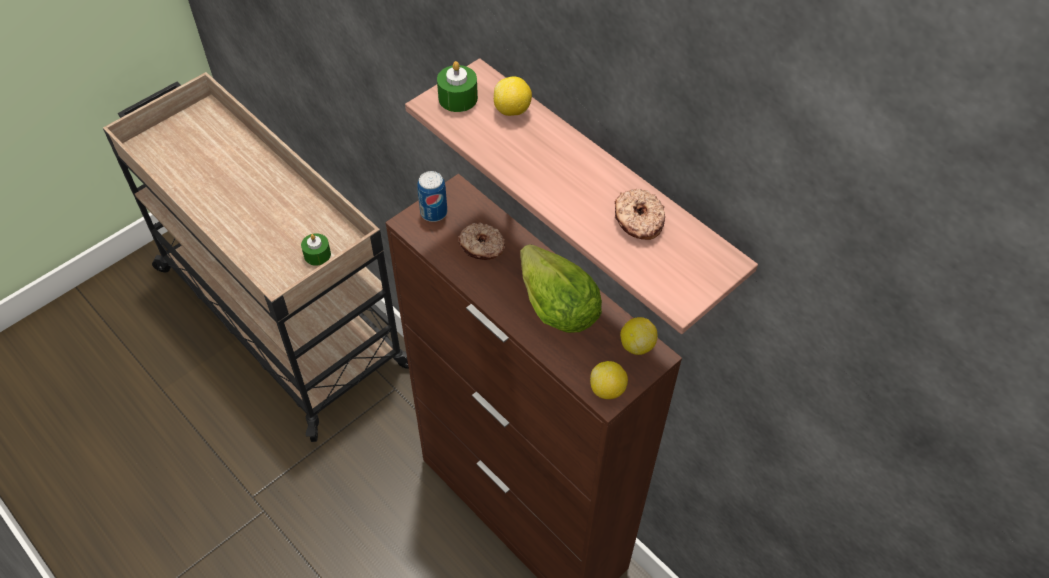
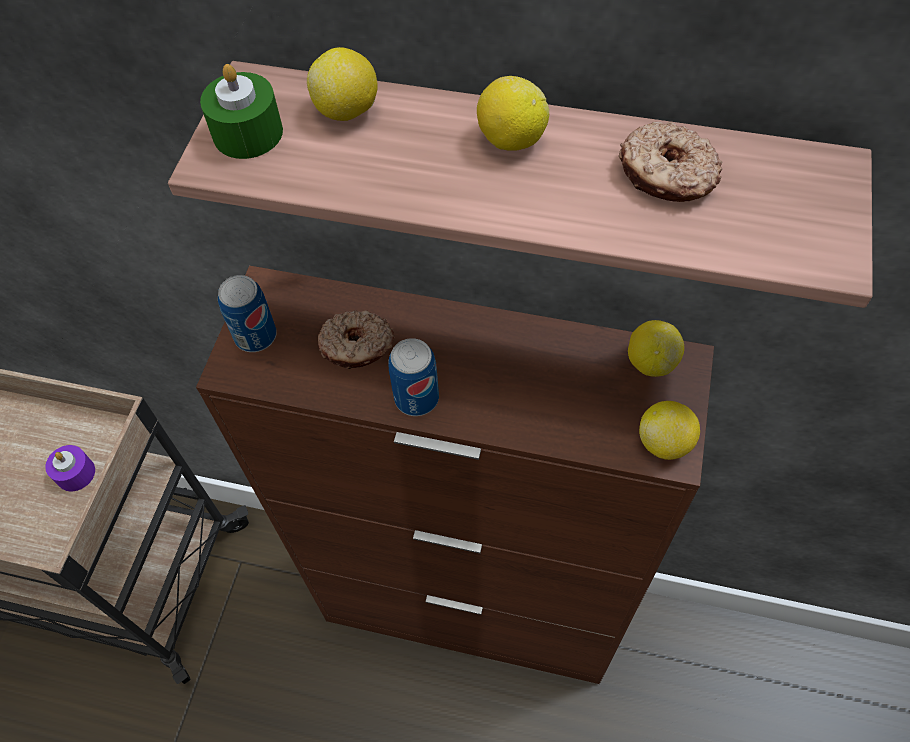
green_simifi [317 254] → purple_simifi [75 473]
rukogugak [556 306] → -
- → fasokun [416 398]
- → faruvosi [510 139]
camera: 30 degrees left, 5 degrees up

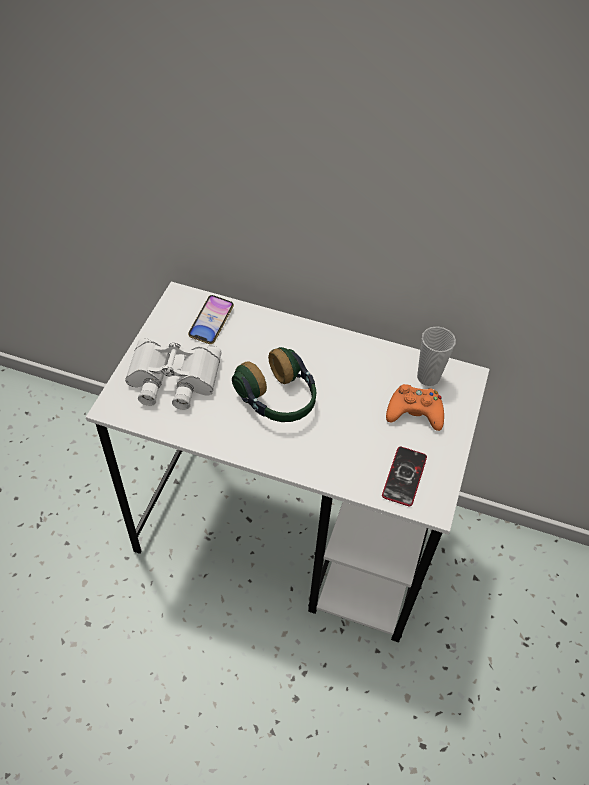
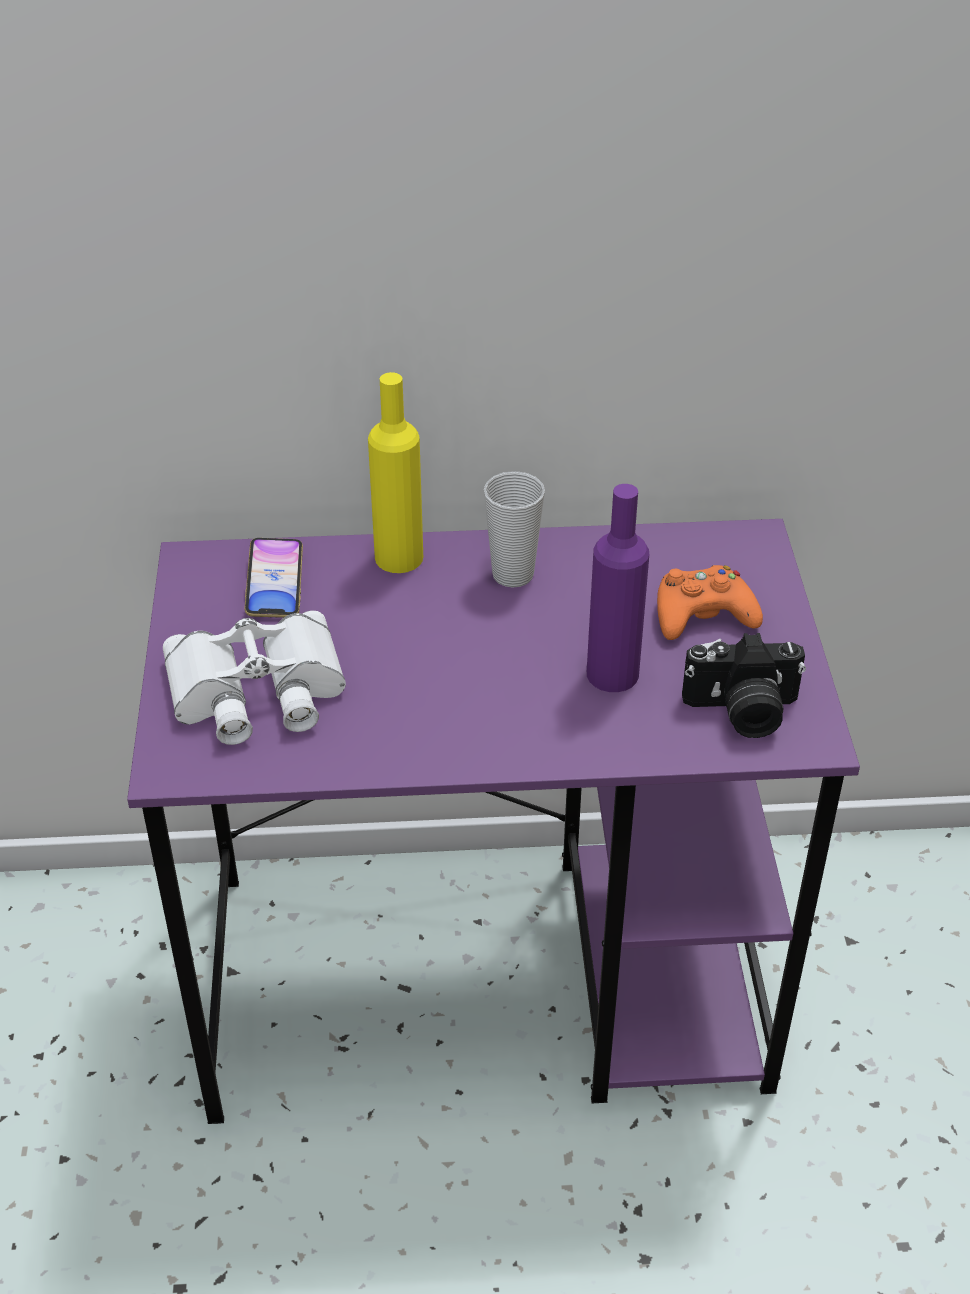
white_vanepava [289 531] → purple_vanepava [490 981]
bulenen [278 399] → -
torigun [404 476] → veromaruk [742 712]
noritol [428 377] → noritol [513 574], move
- → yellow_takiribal [399 557]
- → purple_takiribal [612 674]
camera: 20 degrees left, 10 degrees down

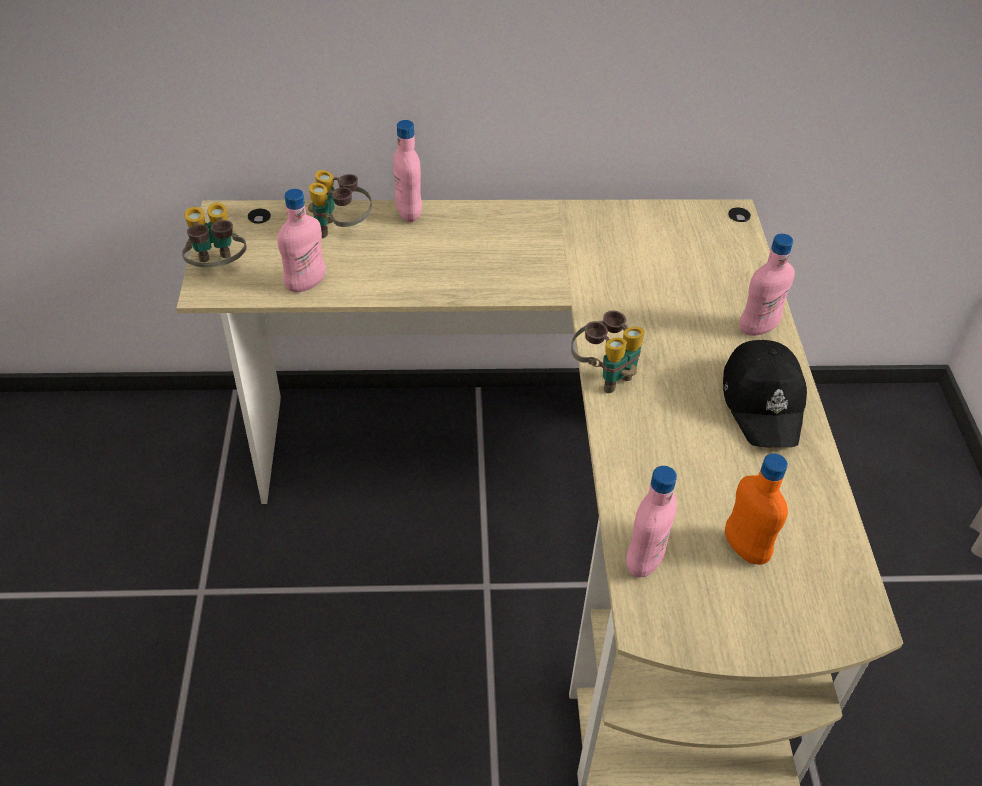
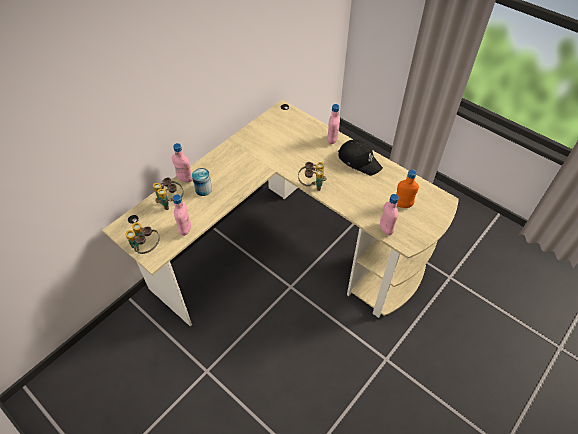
- → fasokun [203 189]
camera: 45 degrees left, 5 degrees up

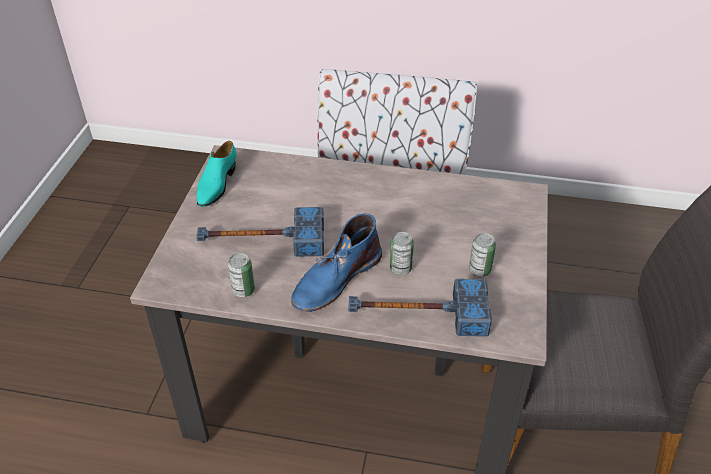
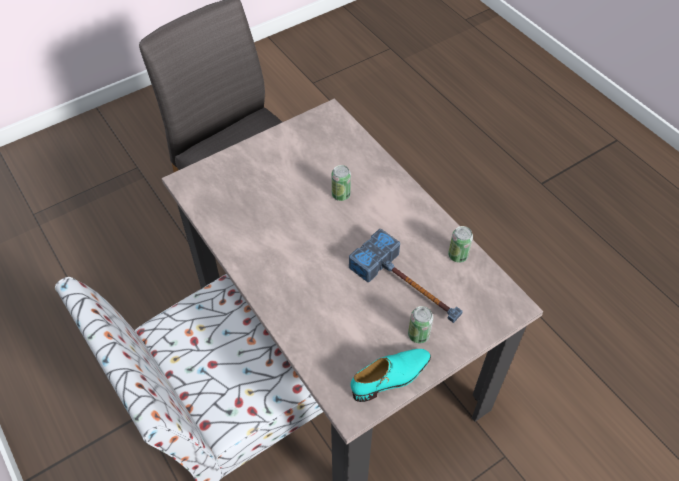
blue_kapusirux [336 279] → -
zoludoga [417 314] → -
fasokun [479 270] → fasokun [418 335], move
camera: 135 degrees left, 10 degrees up

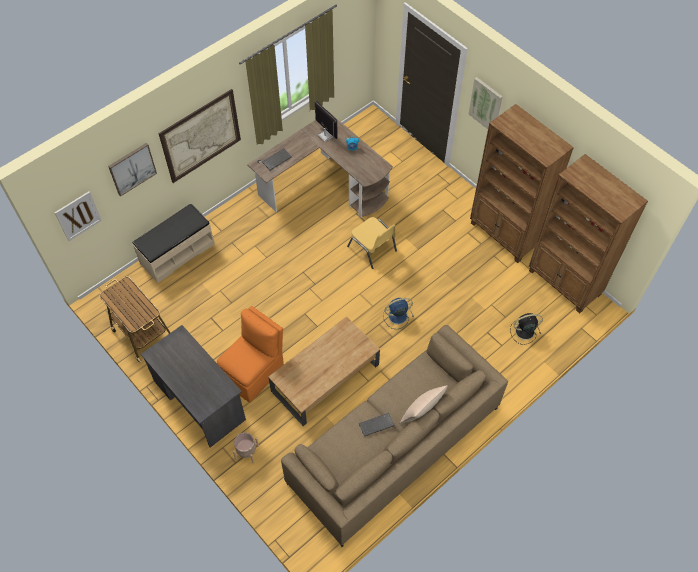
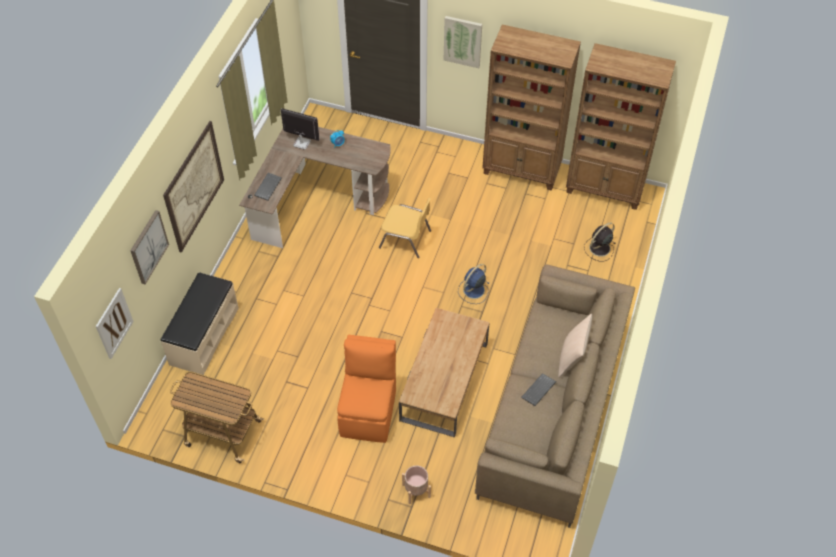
grey_vanepava [199 400] → -
camera: 30 degrees left, 5 degrees down

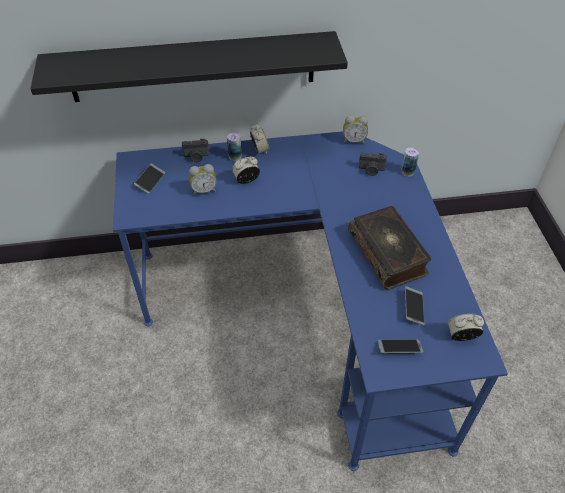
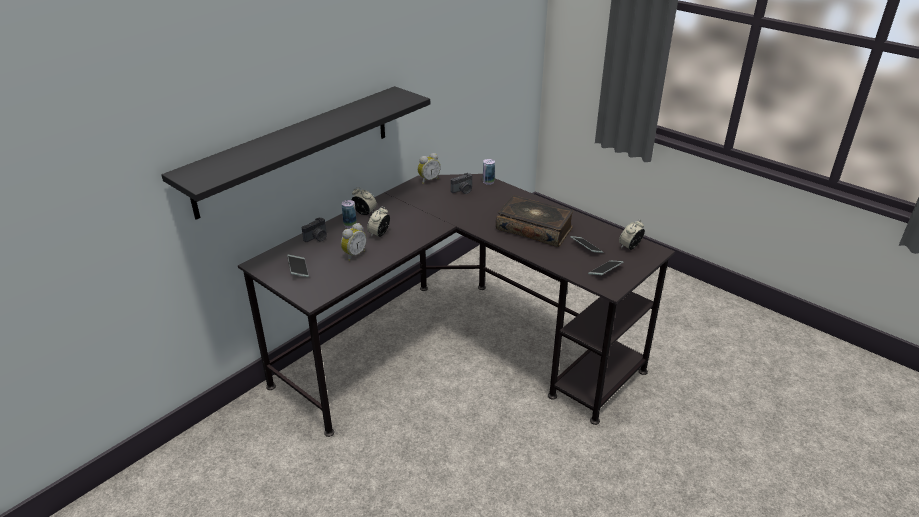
blue_vanepava [307 313] → black_vanepava [457 350]
camera: 40 degrees left, 15 degrees down

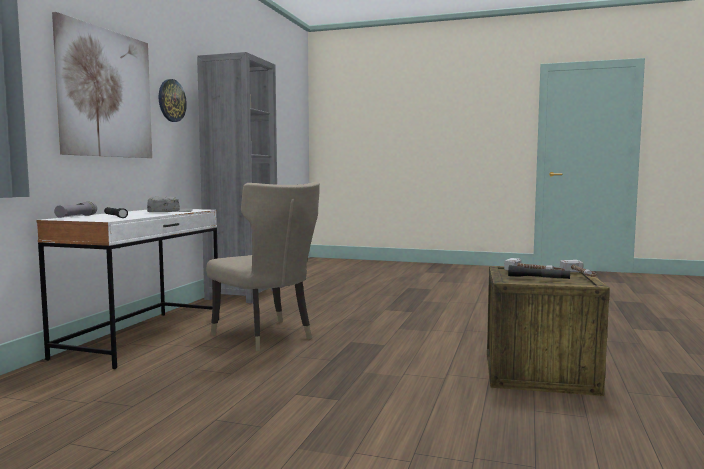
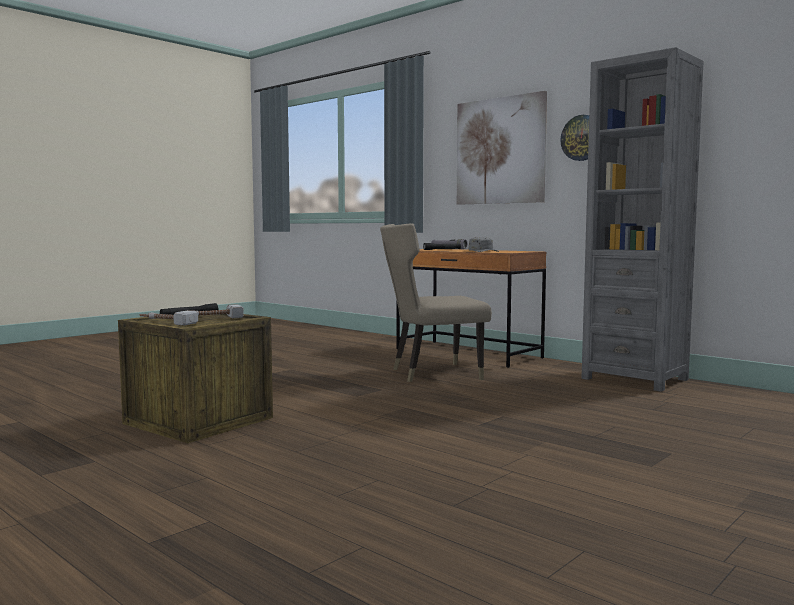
white_vanepava [143 338] → brown_vanepava [467 353]
camera: 115 degrees right, 0 degrees up

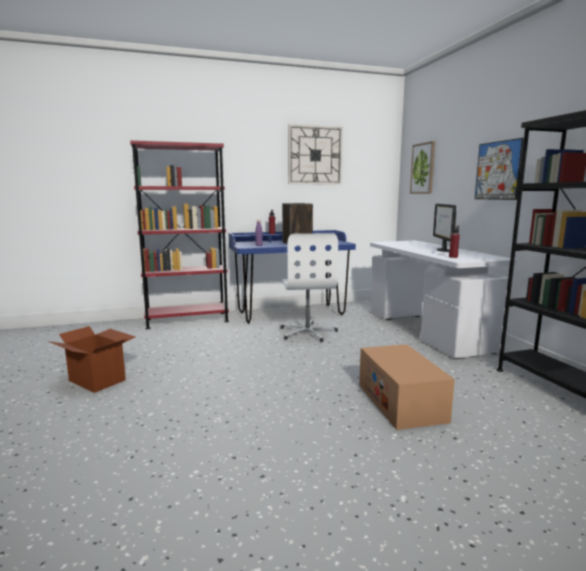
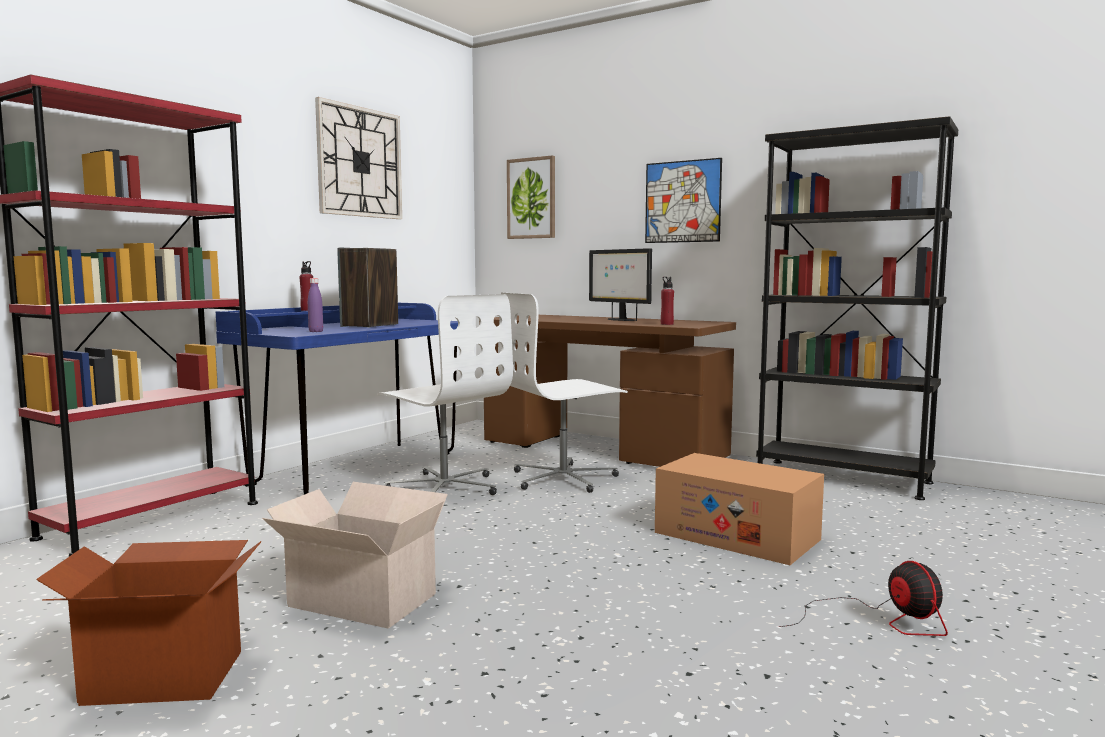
white_vanepava [427 330] → brown_vanepava [602 449]
- → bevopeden [360 599]
- → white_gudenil [564 478]
- → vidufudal [880 621]
camera: 40 degrees left, 5 degrees down

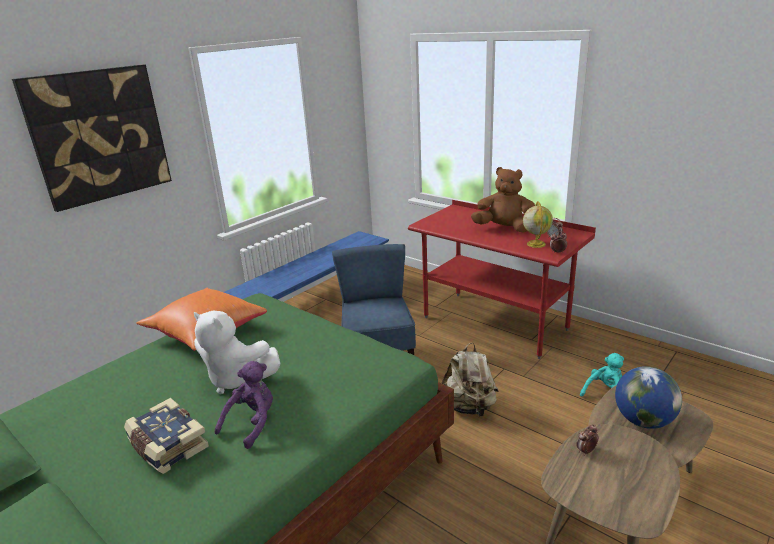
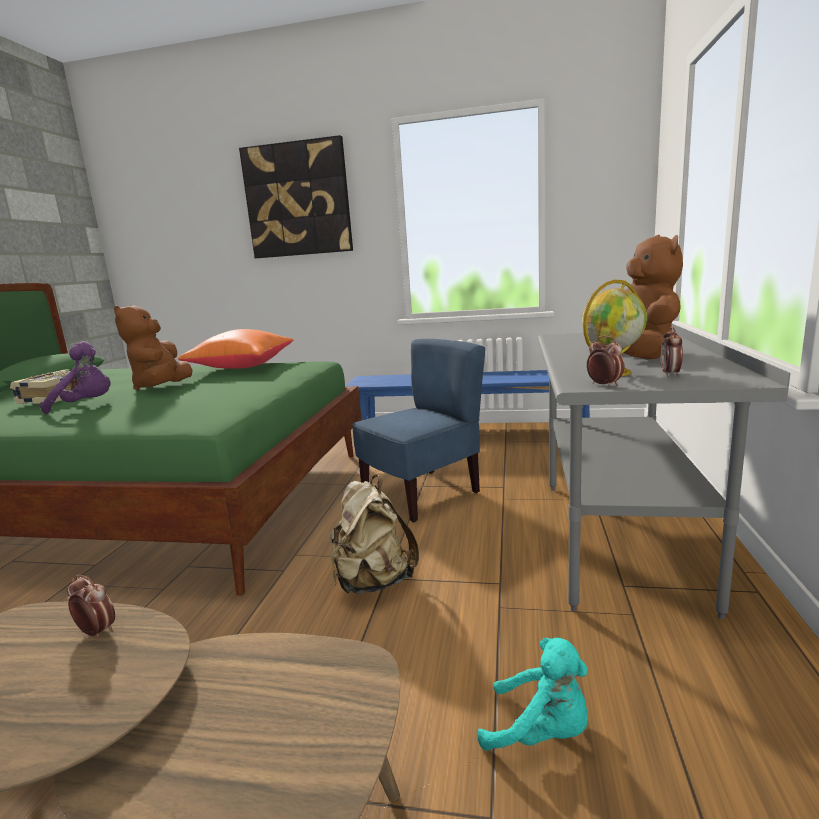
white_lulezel [236 379] → brown_lulezel [162 388]
red_vanepava [494 323] → grey_vanepava [618 539]
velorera [643 421] → -
camera: 60 degrees right, 10 degrees down

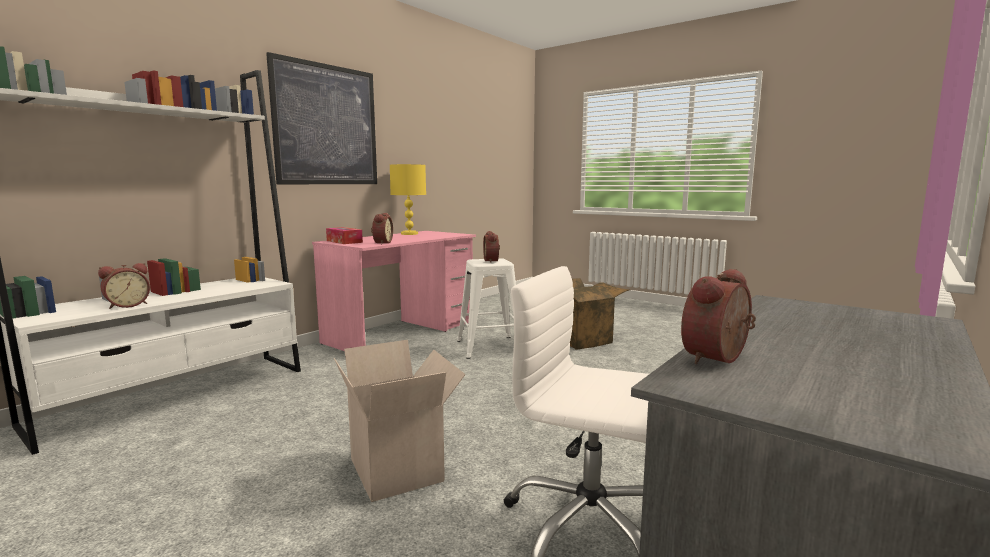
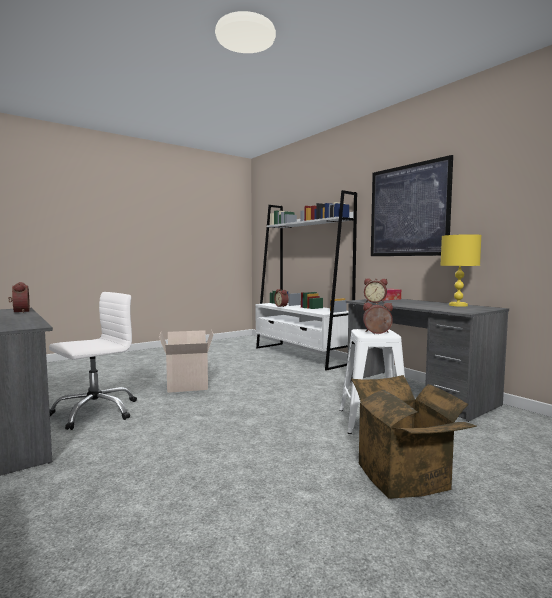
pink_vanepava [402 333] → grey_vanepava [418 393]
camera: 105 degrees right, 5 degrees down

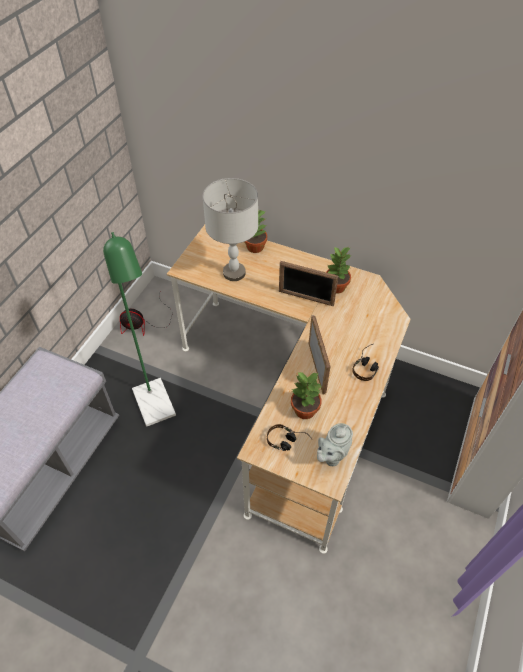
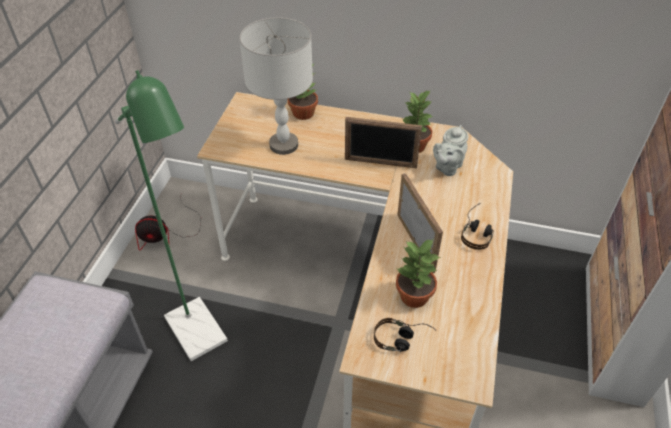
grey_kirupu [332 455] → grey_kirupu [447 167], move
camera: 10 degrees left, 5 degrees down

